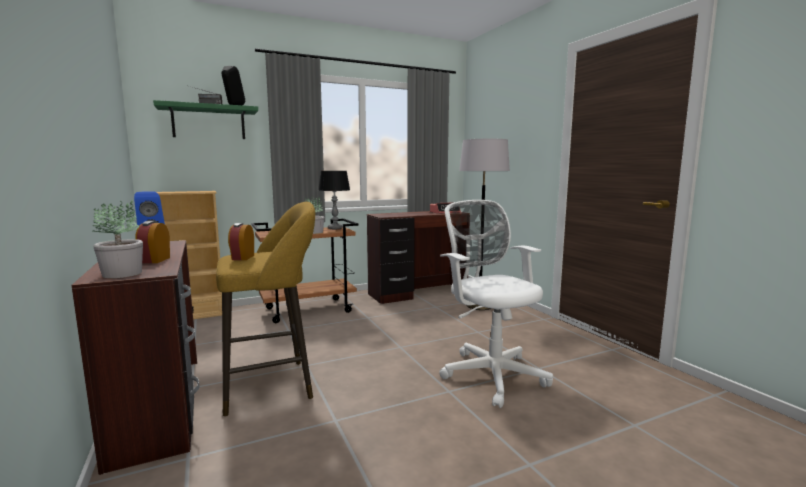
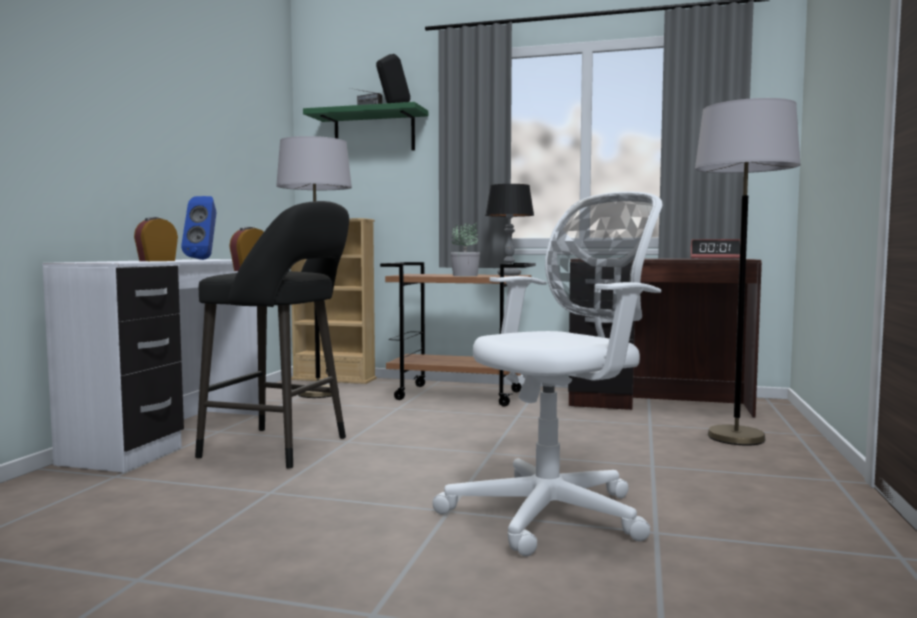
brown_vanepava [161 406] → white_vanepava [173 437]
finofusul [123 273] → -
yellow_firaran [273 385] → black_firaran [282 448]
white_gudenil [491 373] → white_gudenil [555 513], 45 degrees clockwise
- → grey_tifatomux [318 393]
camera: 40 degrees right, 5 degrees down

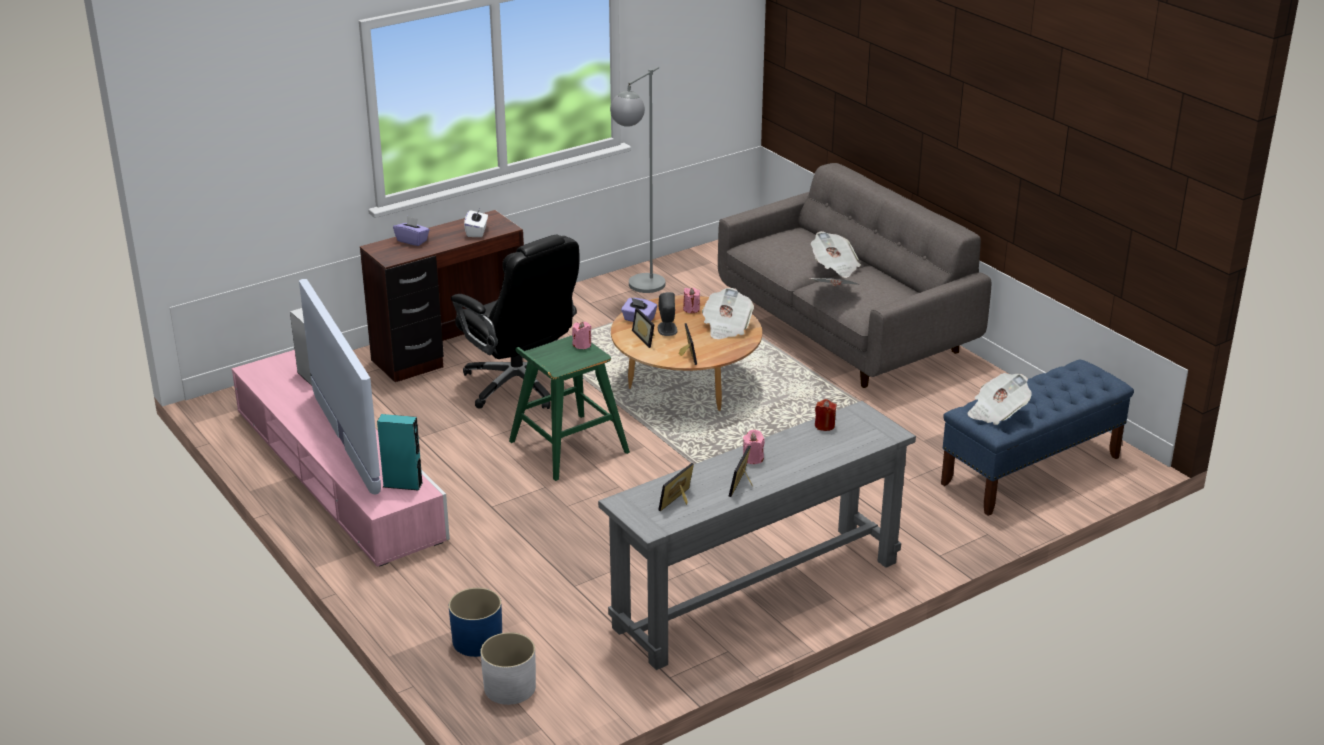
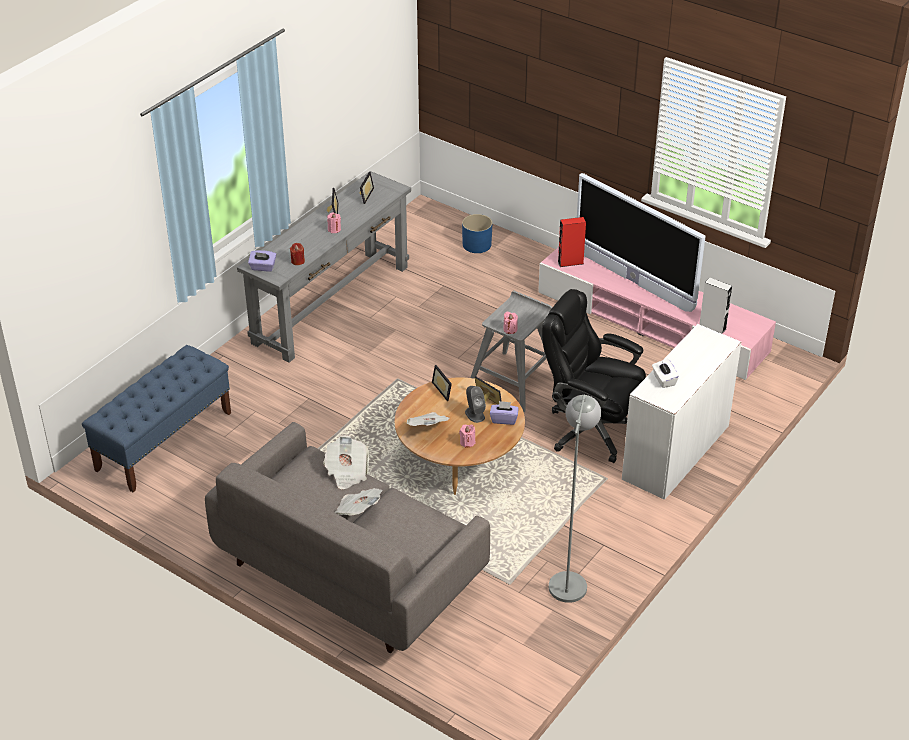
brown_vanepava [451 351] → white_vanepava [674 452]
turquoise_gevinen [403 484] → red_gevinen [570 262]
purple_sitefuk [412 241] → purple_sitefuk [263 267], move
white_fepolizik [509 687] → -
green_firaran [567 447] → grey_firaran [514 381]
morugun [997 412] → -
camera: 160 degrees right, 10 degrees up

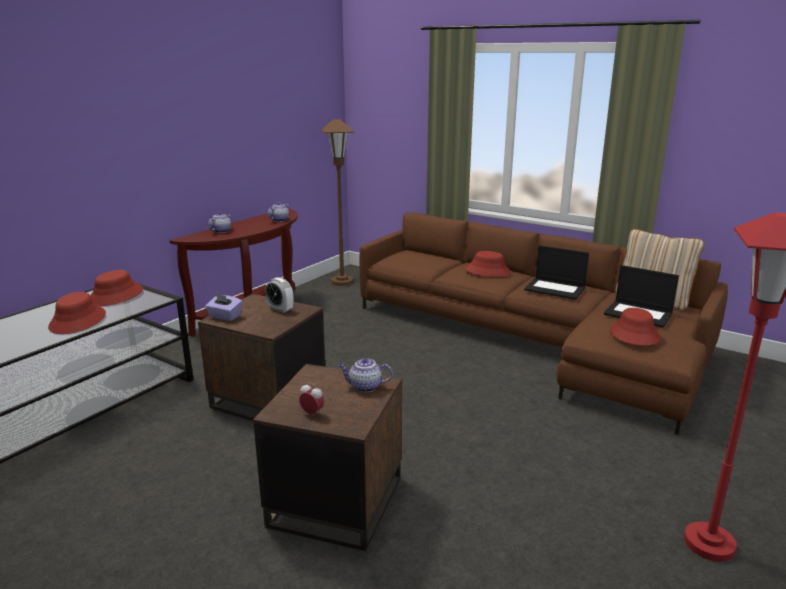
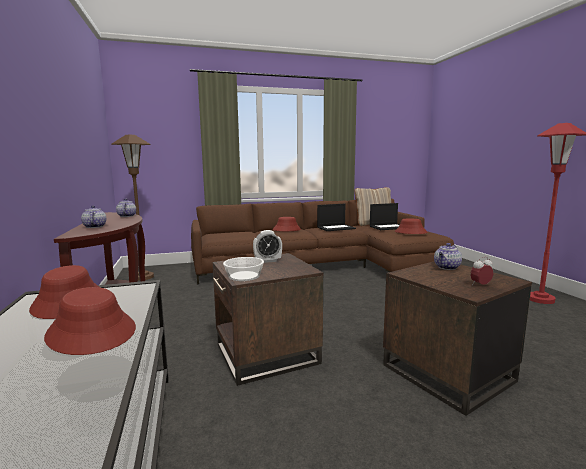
purple_sitefuk [225 317] → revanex [244 276]
camera: 50 degrees left, 10 degrees down

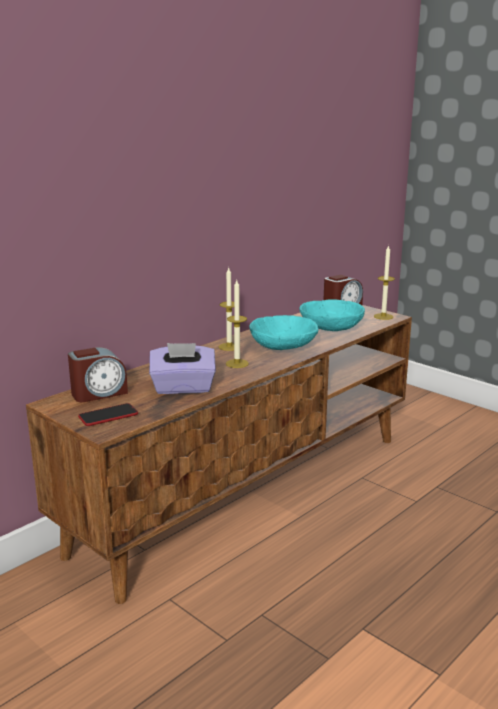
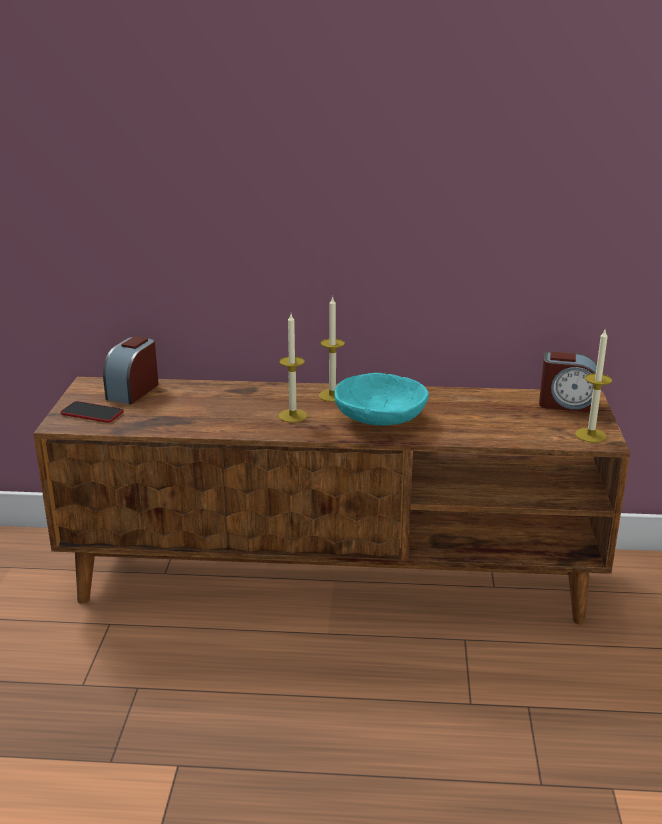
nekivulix [99 393] → nekivulix [133 391], 90 degrees clockwise
purple_sitefuk [183 388] → -
turquoise_revanex [331 328] → -
camera: 50 degrees right, 5 degrees up

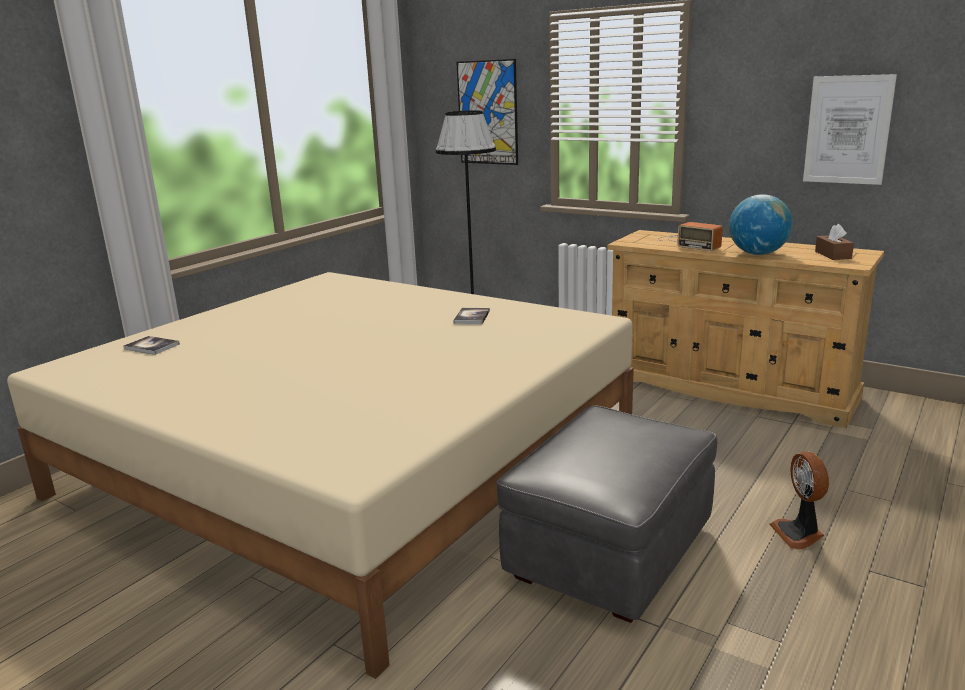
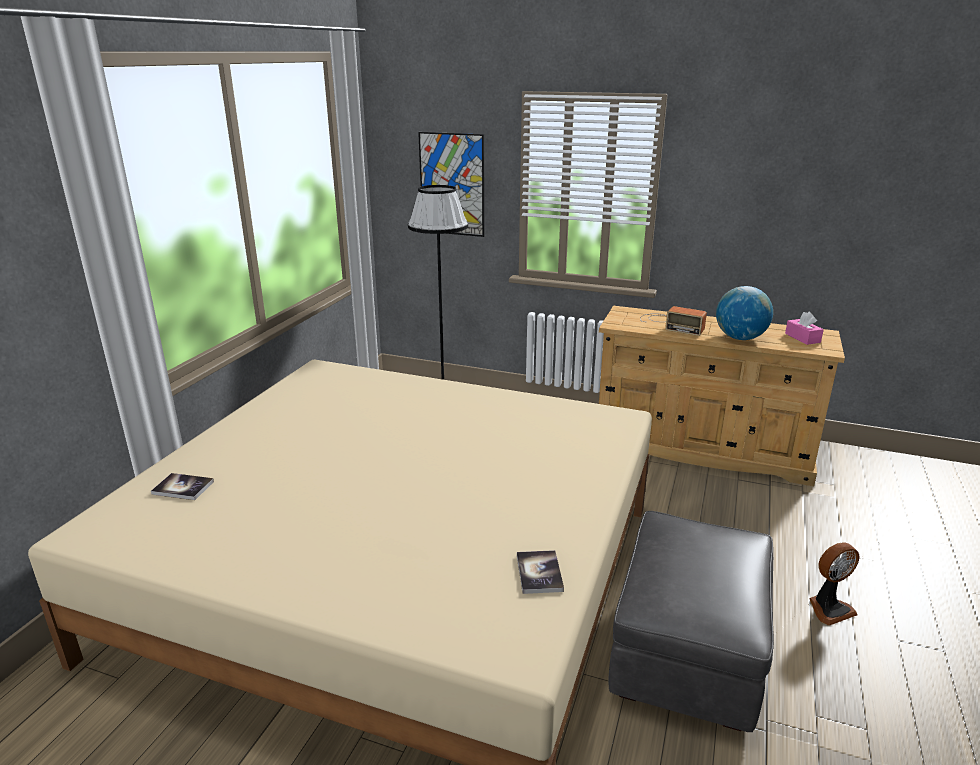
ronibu [472 317] → ronibu [539 573], move
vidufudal [799 534] → vidufudal [829 608], 90 degrees counterclockwise
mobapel [847 130] → -
brown_sitefuk [833 255] → pink_sitefuk [802 338]
camera: 15 degrees left, 5 degrees up

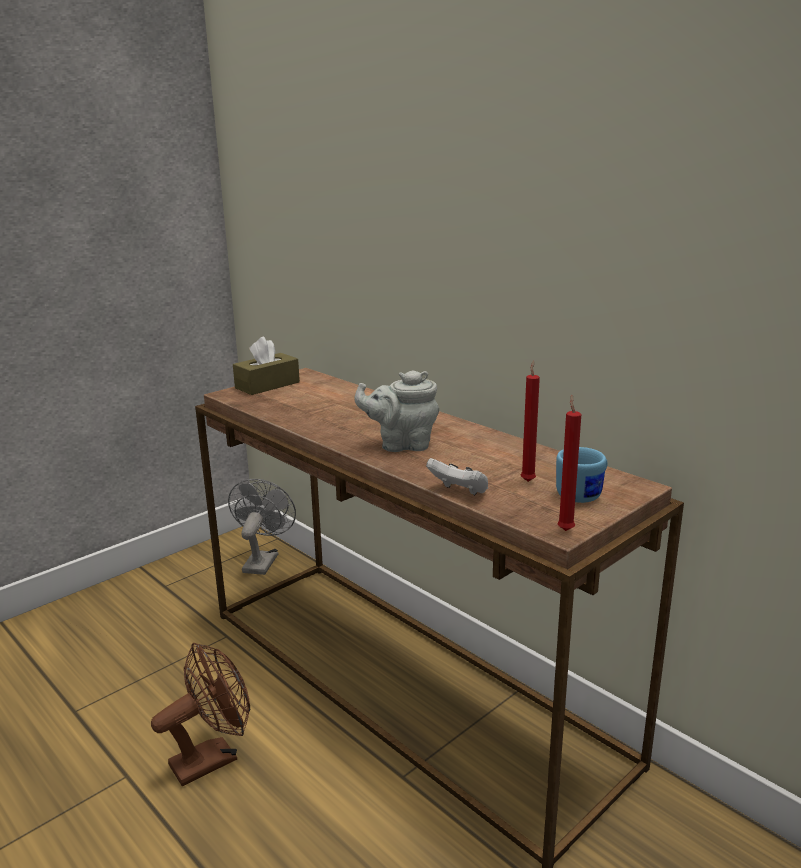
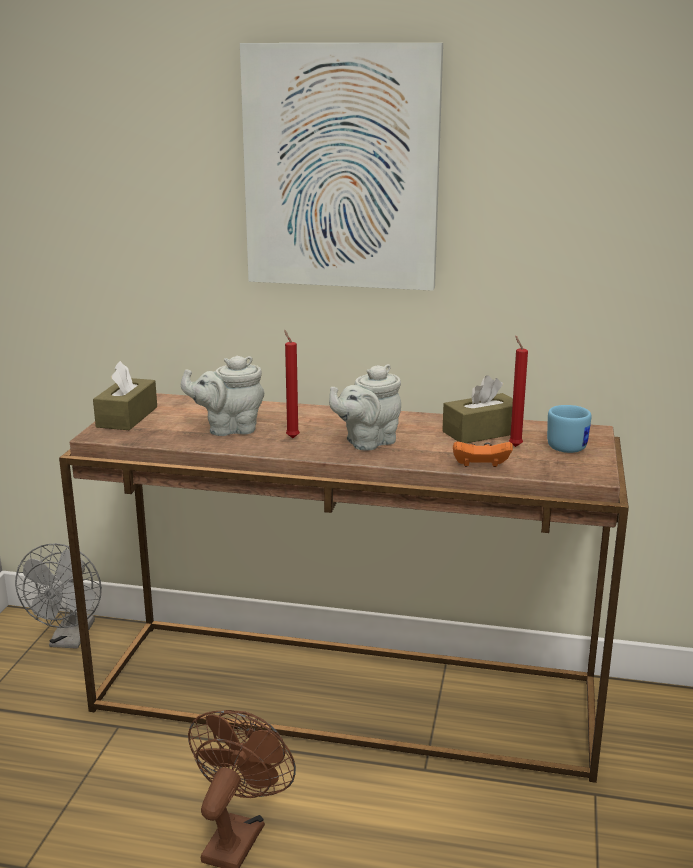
grey_vidufudal [262 560] → grey_vidufudal [70 639], 150 degrees counterclockwise
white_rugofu [459 492] → orange_rugofu [480 467]
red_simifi [565 529] → red_simifi [291 437], move
- → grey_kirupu [229 429]
- → mobapel [341 168]
- → brown_sitefuk [482 432]
camera: 35 degrees left, 0 degrees up

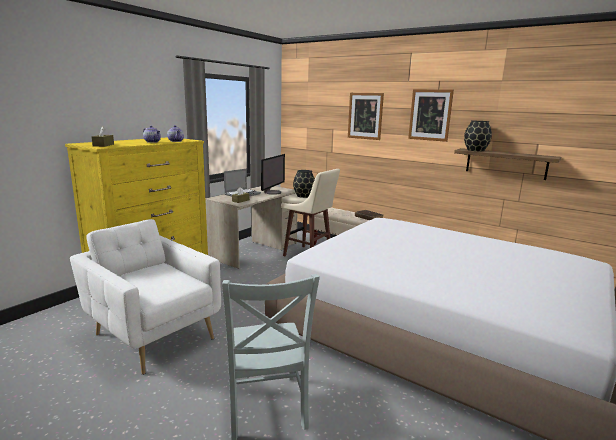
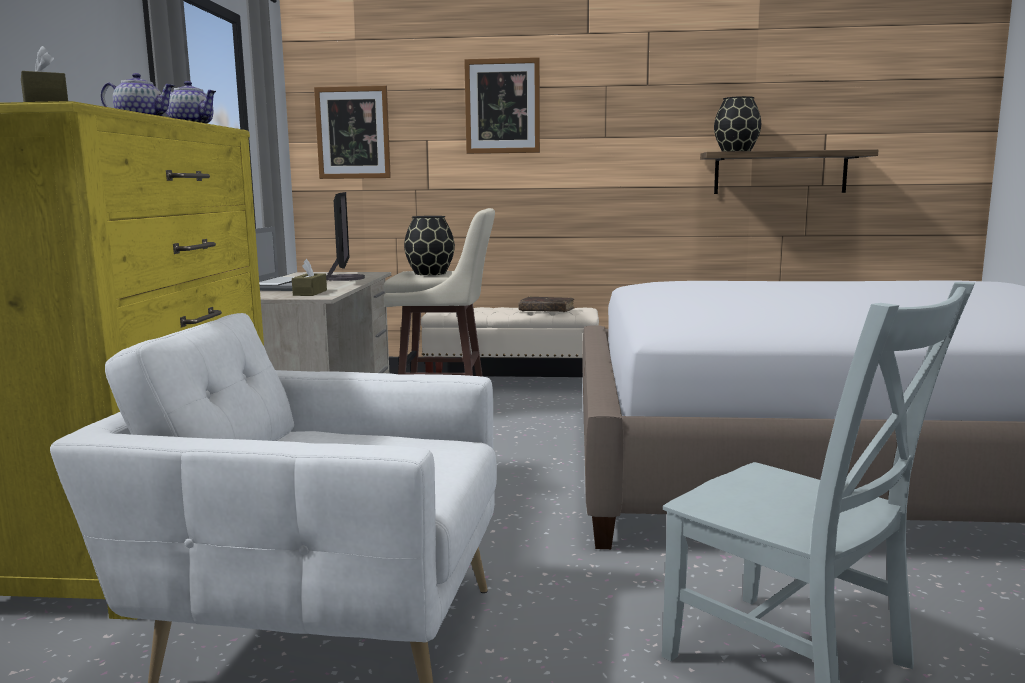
mobapel [430 115] → mobapel [353 133], move
camera: 30 degrees left, 5 degrees down

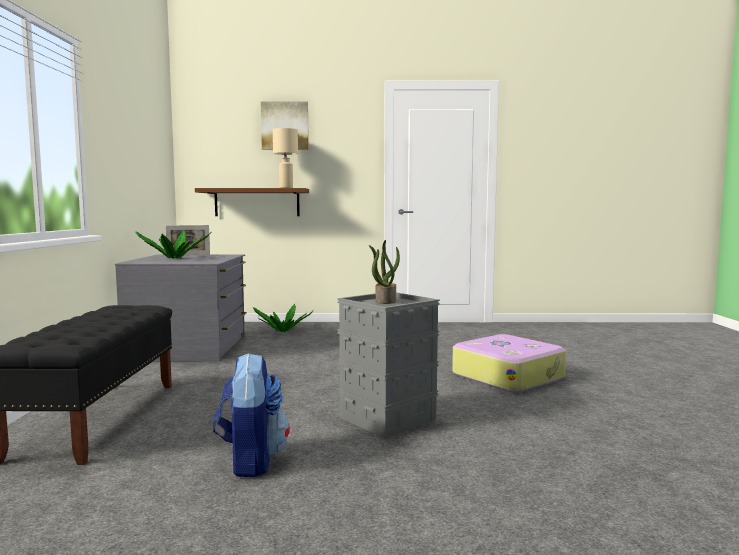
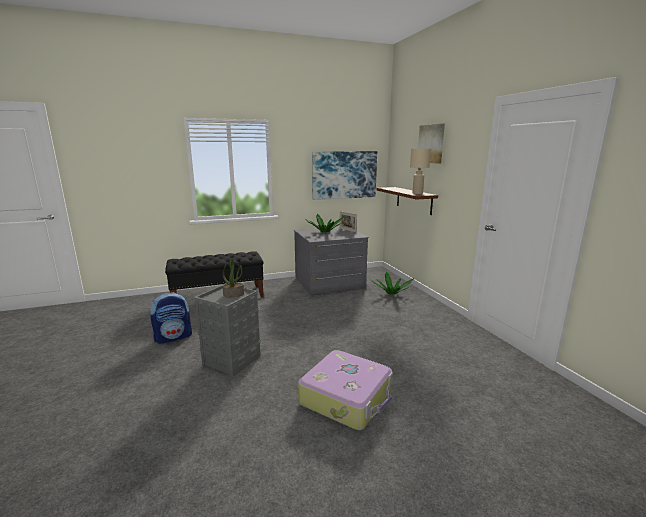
- → mobapel [344 175]
camera: 70 degrees right, 10 degrees up

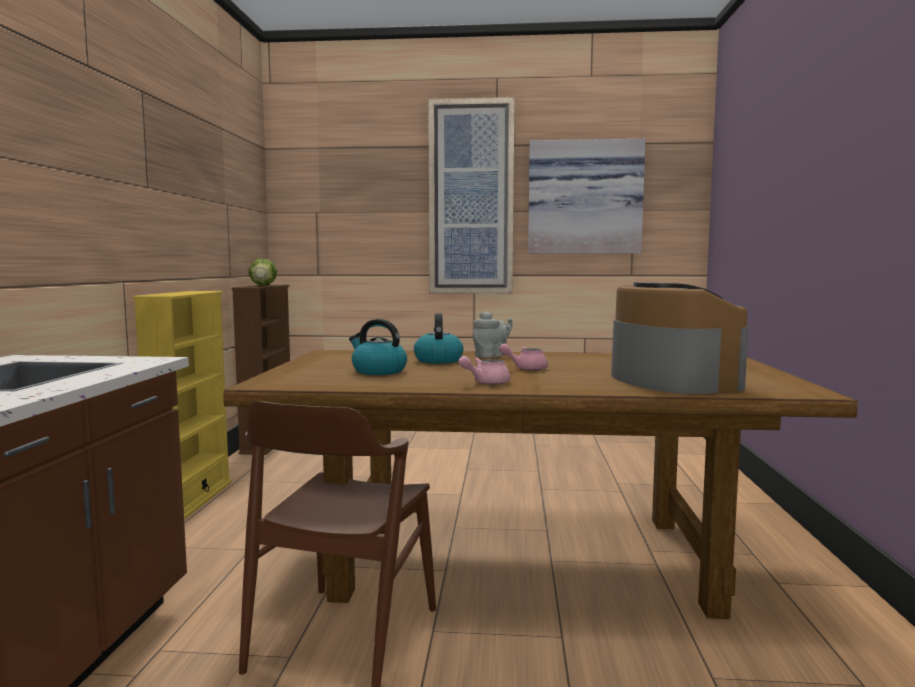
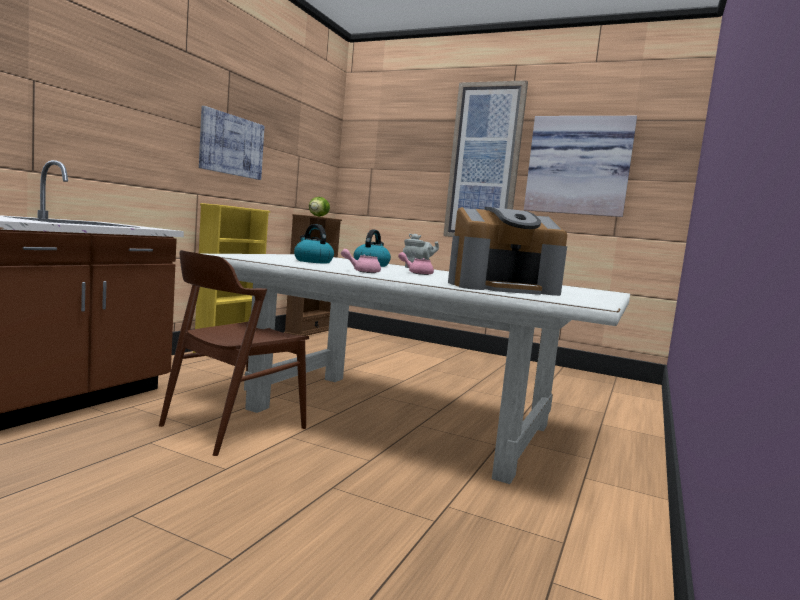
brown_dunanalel [519 555] → white_dunanalel [399 418]
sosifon [670 380] → sosifon [502 288], 75 degrees clockwise
- → mobapel [231 145]
camera: 20 degrees right, 0 degrees up

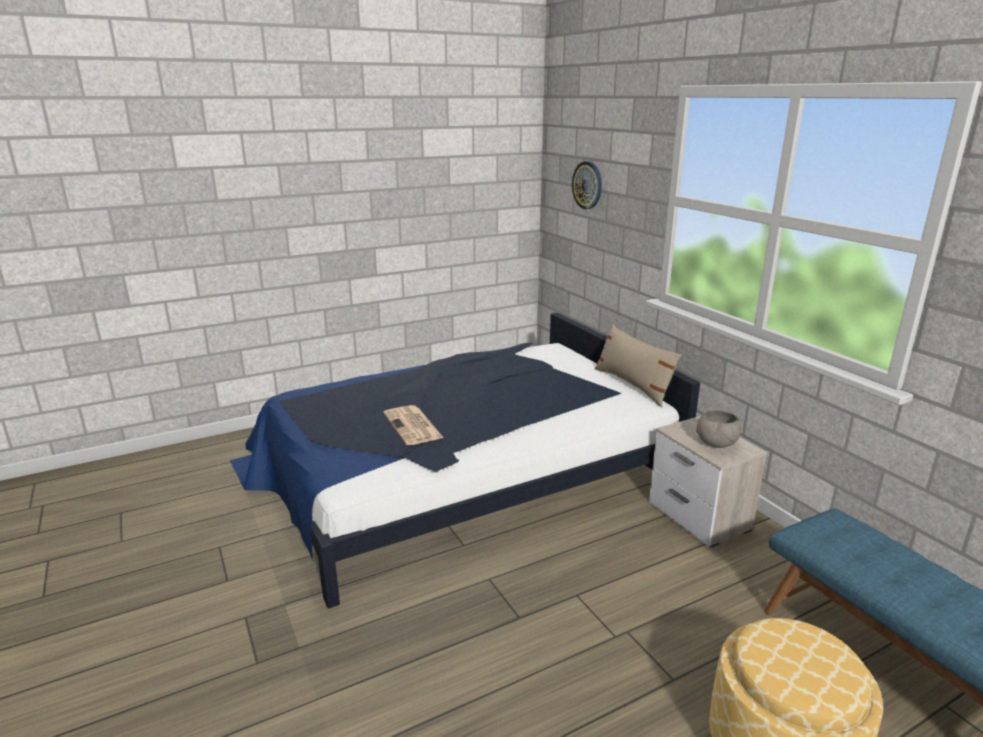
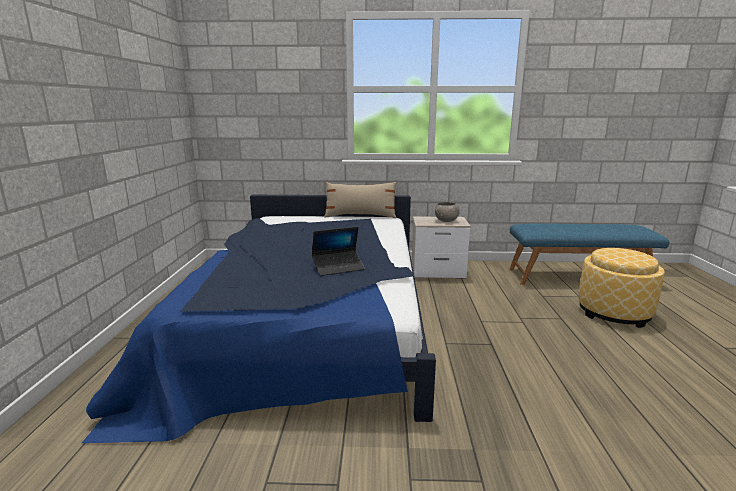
morugun [413 426] → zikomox [338 267]
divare [587 185] → -
camera: 60 degrees left, 5 degrees down

